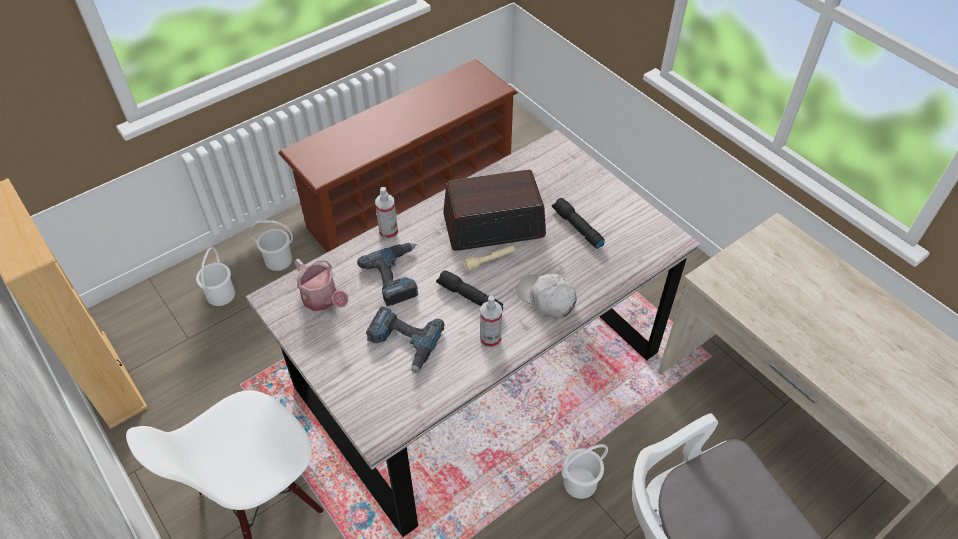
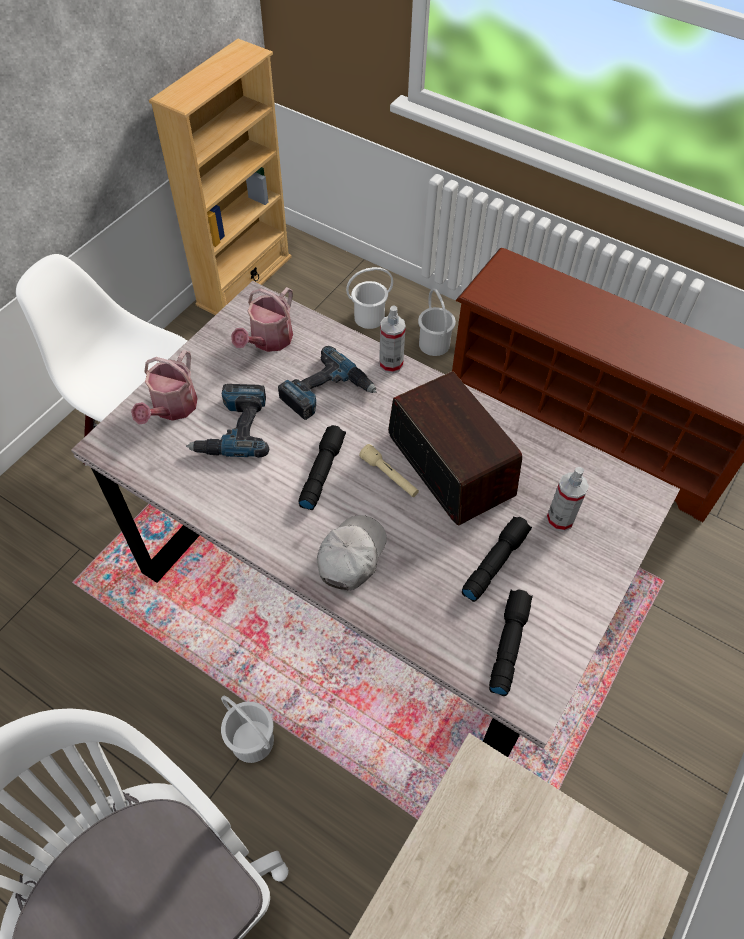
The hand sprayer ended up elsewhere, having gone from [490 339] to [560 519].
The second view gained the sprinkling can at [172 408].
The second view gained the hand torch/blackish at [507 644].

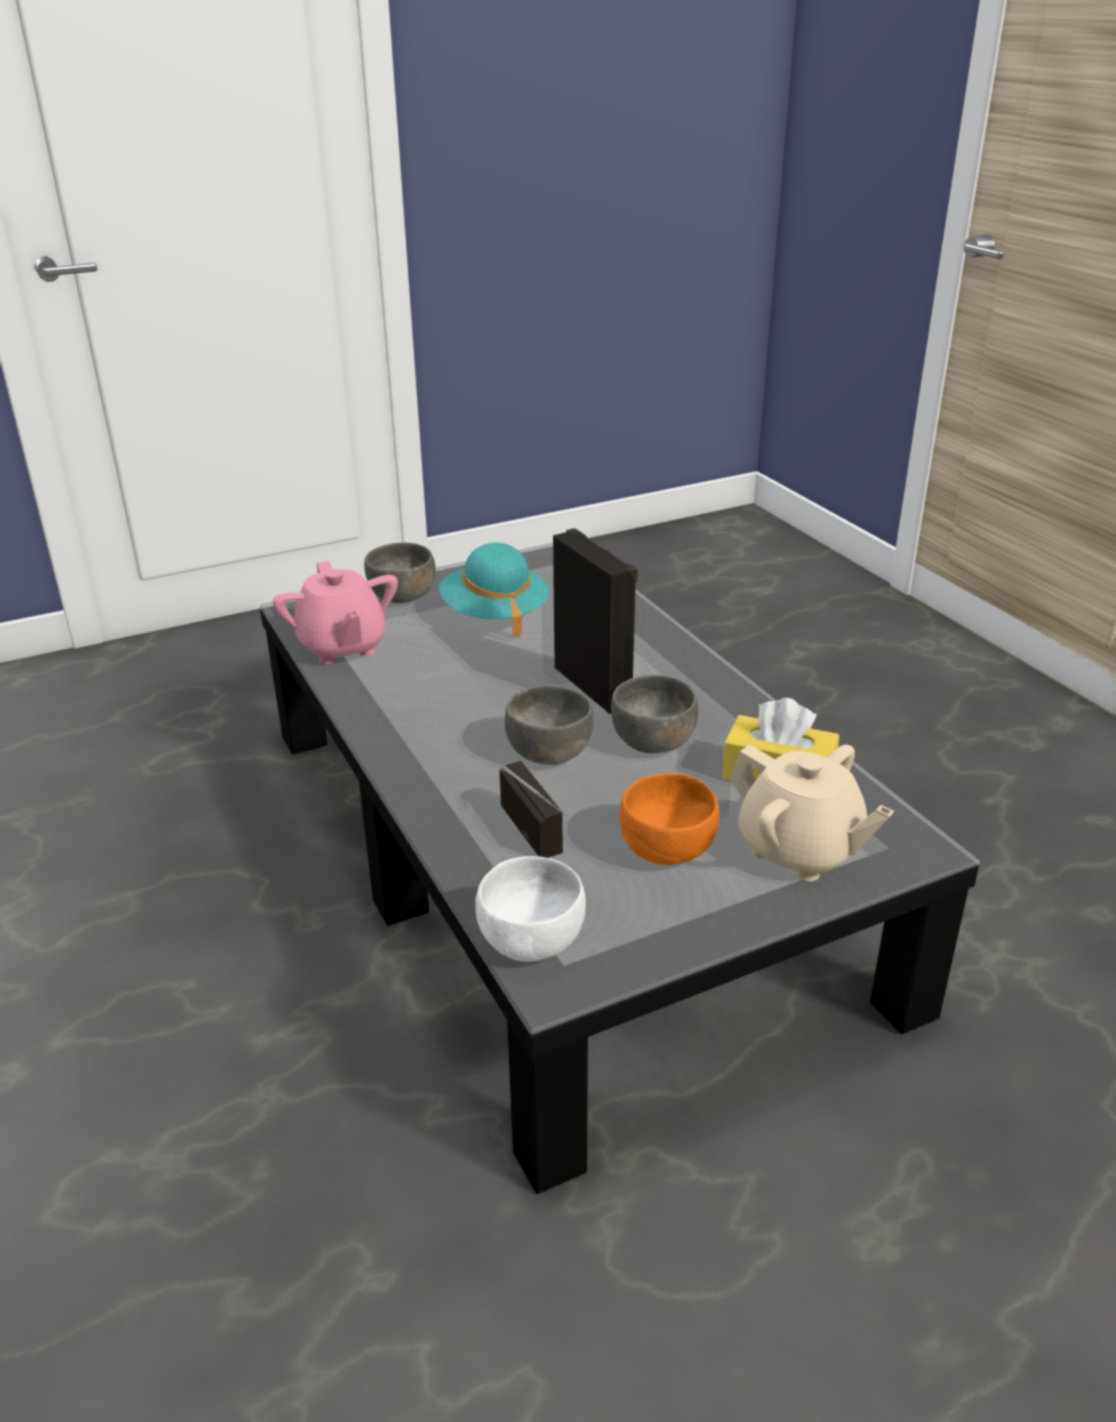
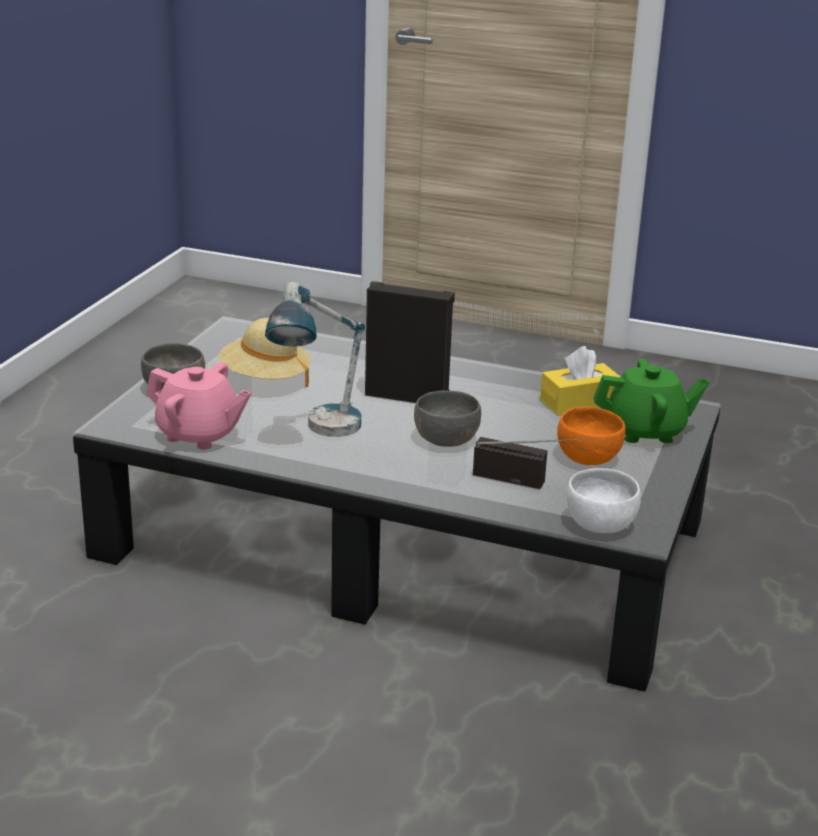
What was the wearable hat/blue-green at [494 614] turned into the wearable hat/sand-coloured at [265 379].
The second view lost the bowl/greyish at [653 741].
What was the pot for tea/sand-coloured at [800 851] turned into the pot for tea/green-coloured at [646 431].
The second view gained the table lamp at [319 433].

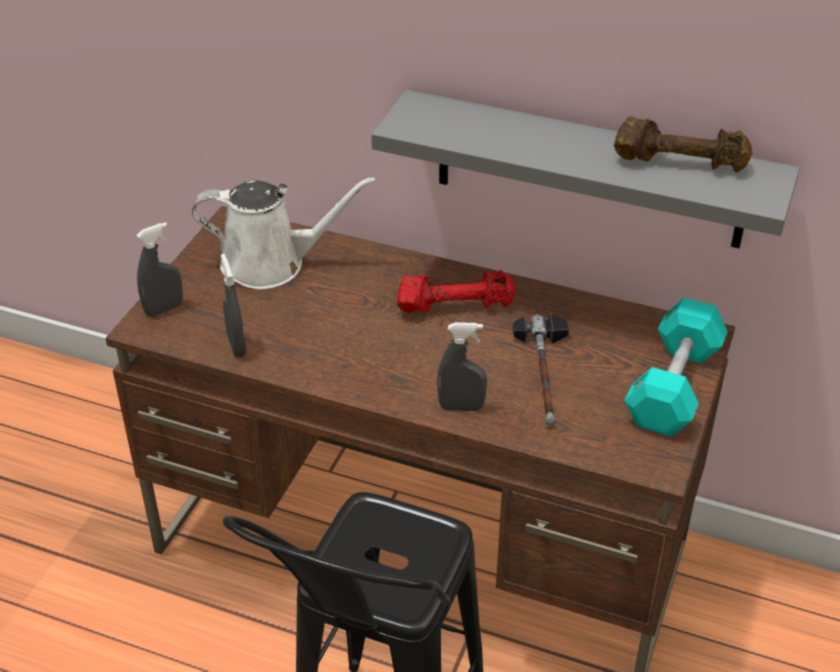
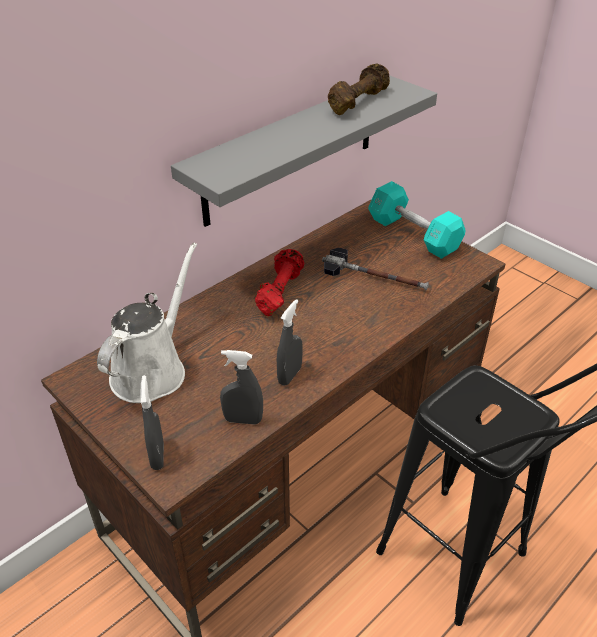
The hand sprayer/greyish ended up elsewhere, having gone from [461 407] to [289 375].

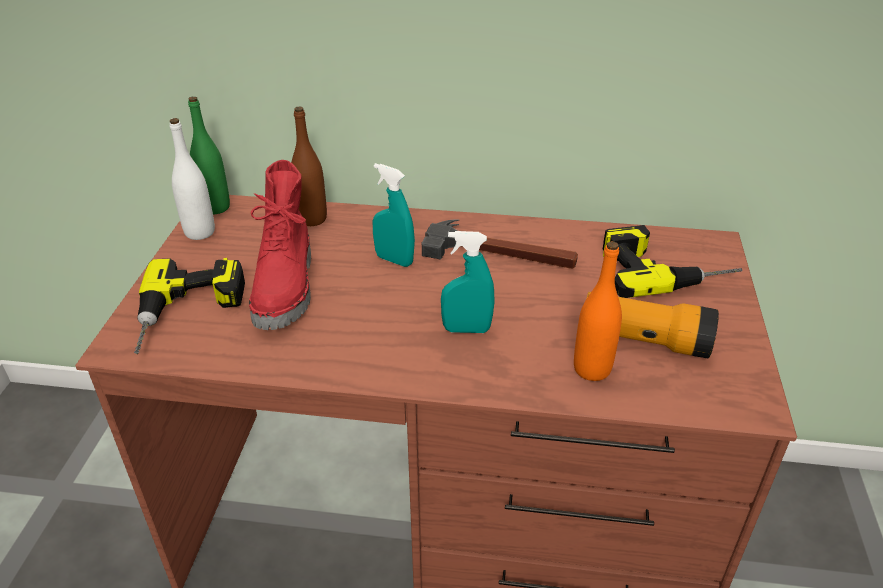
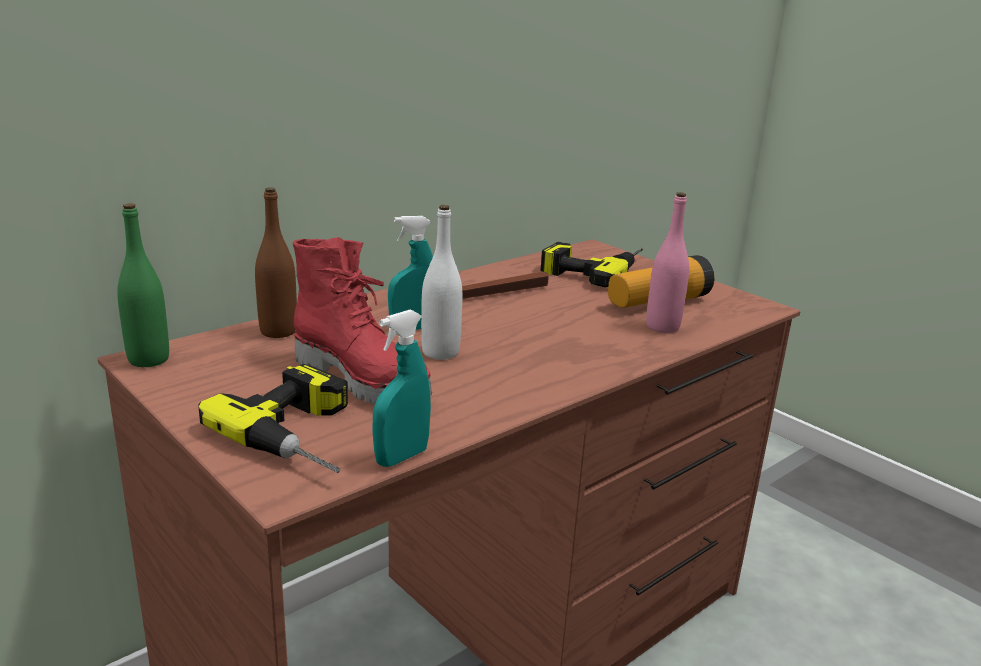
The drink bottle/white-coloured ended up elsewhere, having gone from [200 232] to [440 352].
The hand sprayer/blue-green ended up elsewhere, having gone from [466 329] to [401 457].
What was the drink bottle/orangey at [592 369] turned into the drink bottle/pinkish at [662 327].

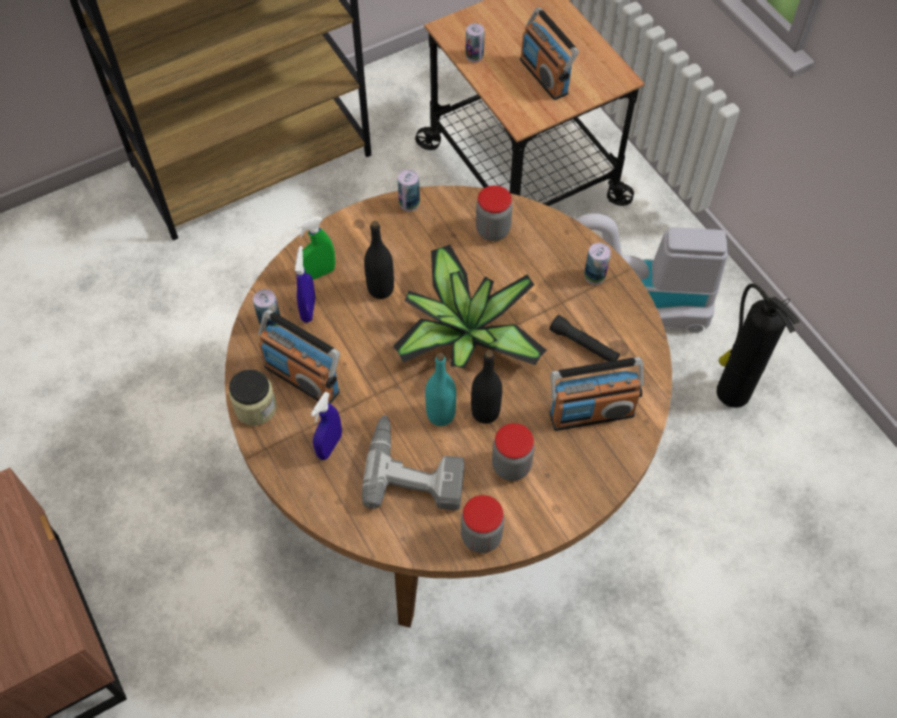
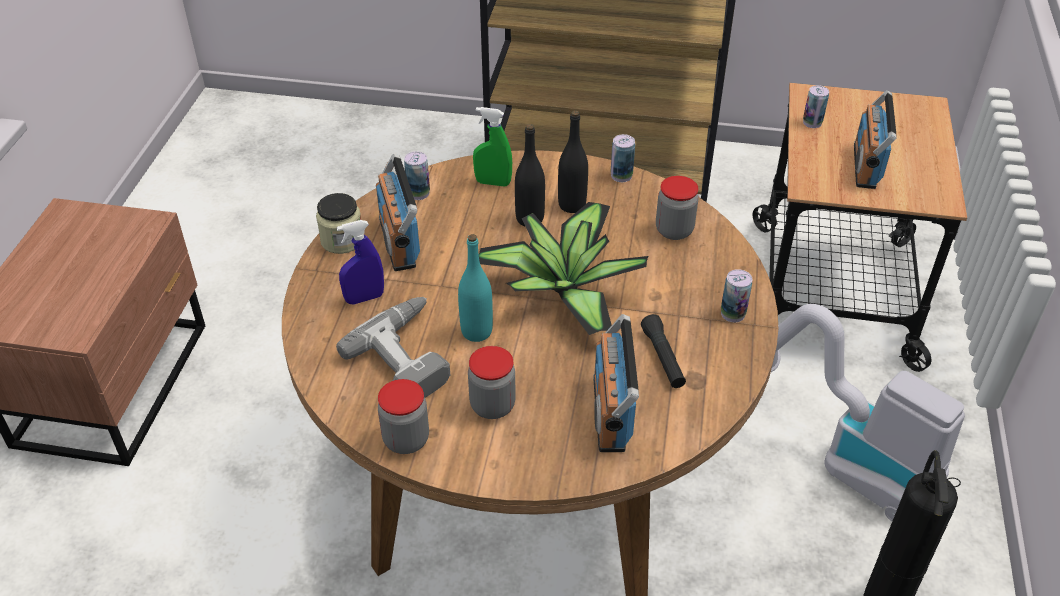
The second view lost the hand sprayer/blue at [308 309].
The drink bottle/blackish ended up elsewhere, having gone from [485 412] to [572 205].
The radio set at [591 413] ended up facing another way, 60 degrees clockwise from before.

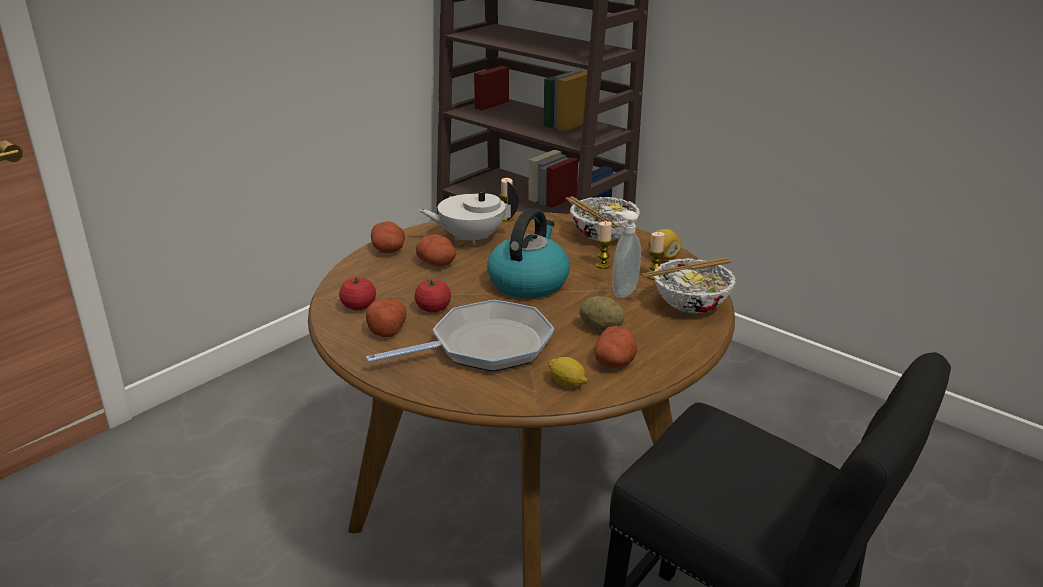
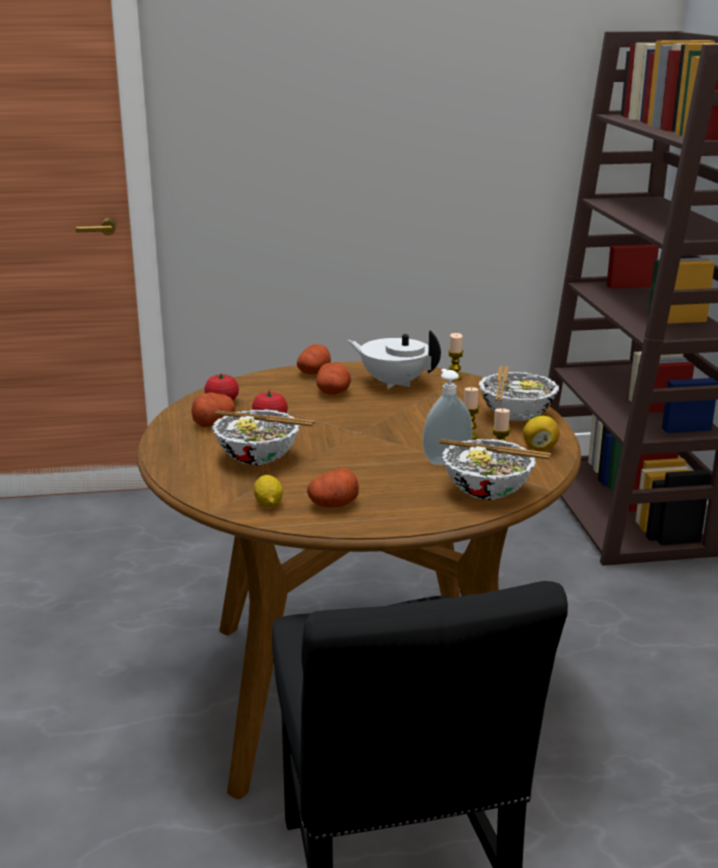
Where the skillet stood at [485 346], the bowl came to stand at [258 457].
The second view lost the water kettle at [528 282].
The second view lost the potato at [601 328].

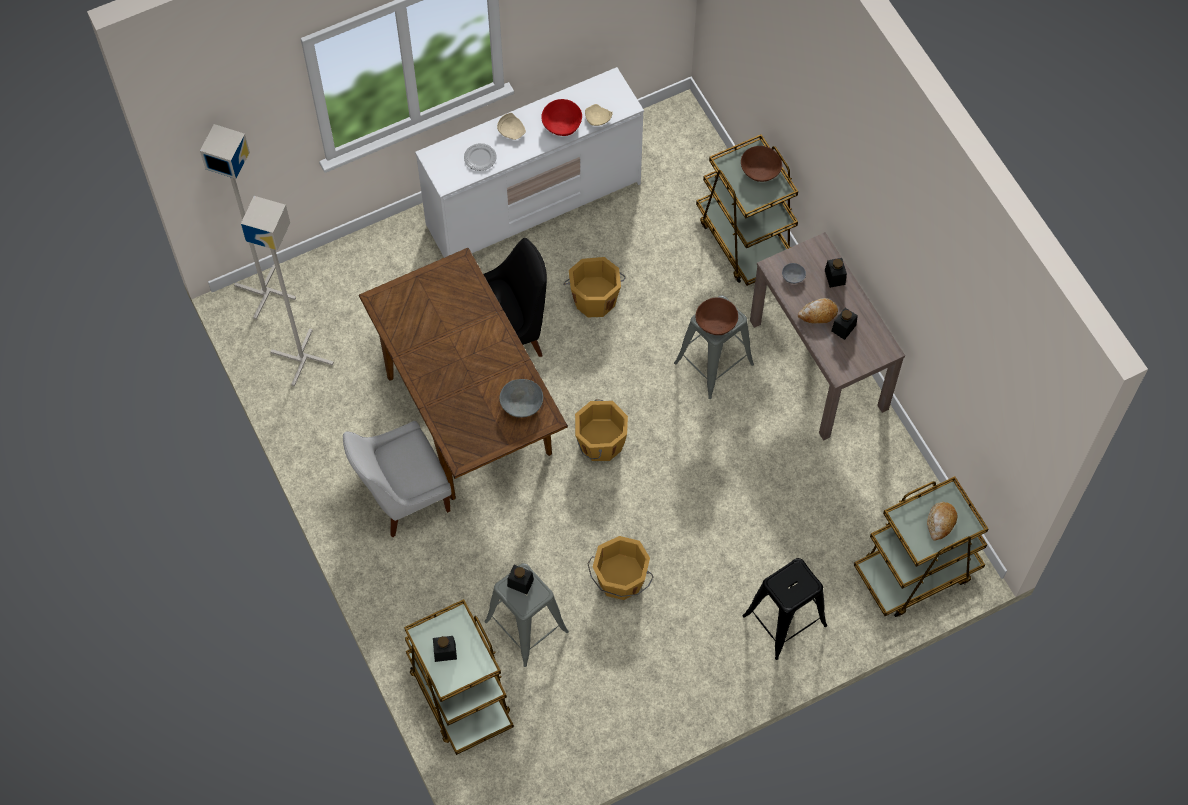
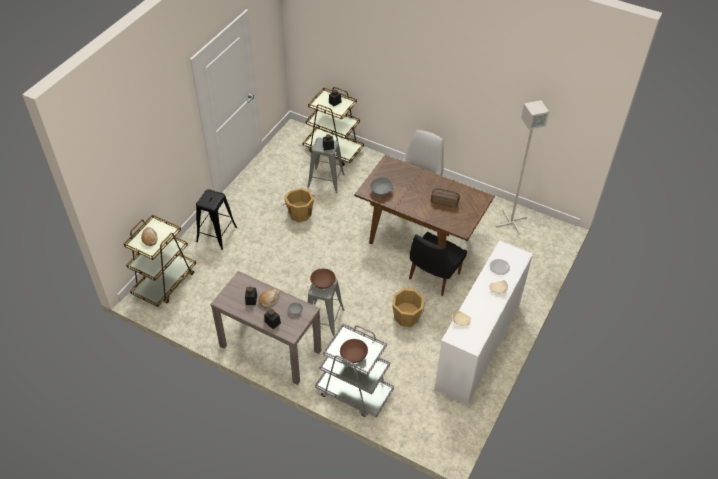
The second view lost the standard lamp/greyish at [265 291].
The second view lost the bowl/red-coloured at [561 124].
The second view lost the bucket/orangey at [600 443].
What was the trolley/brownish at [745 240] turned into the trolley/greyish at [354 392].
The second view gained the bakery bread at [444 201].

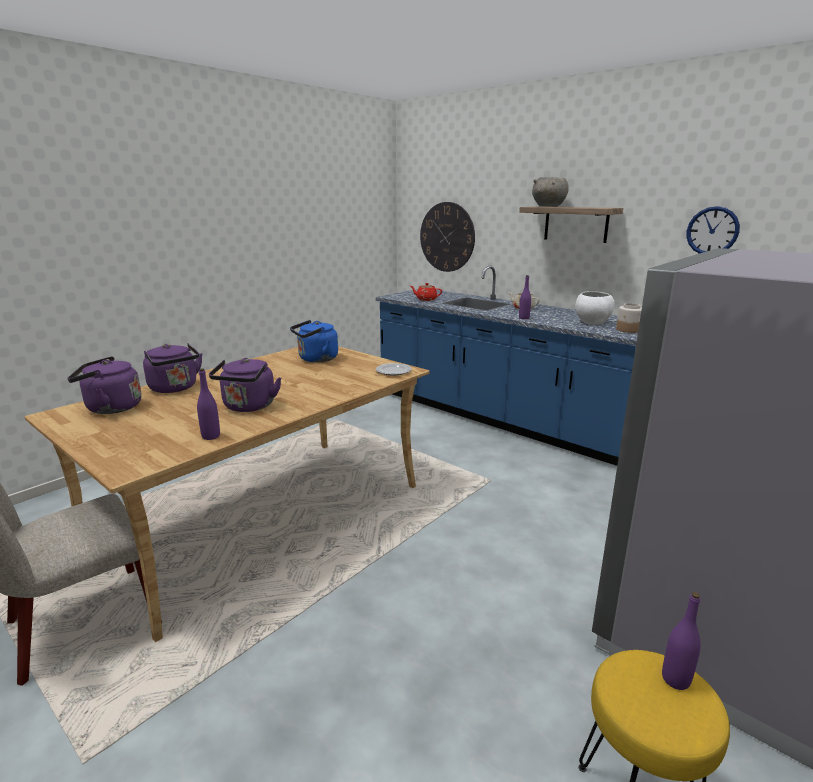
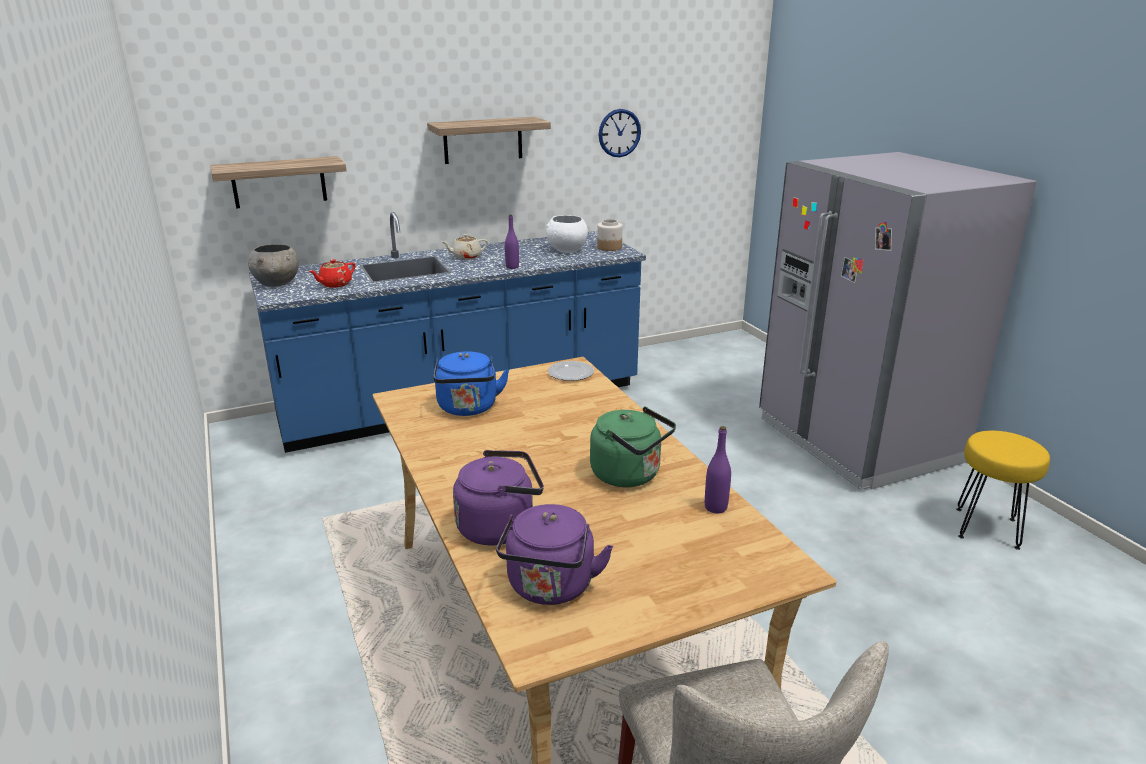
What was the water kettle/purplish at [248 407] turned into the water kettle/green-coloured at [629 475].
Where the hanging clock hung at [447 237], the bracket shelf came to hang at [279 182].
The bowl/greyish ended up elsewhere, having gone from [548 206] to [277 284].
The second view lost the drink bottle/purplish at [675 679].

